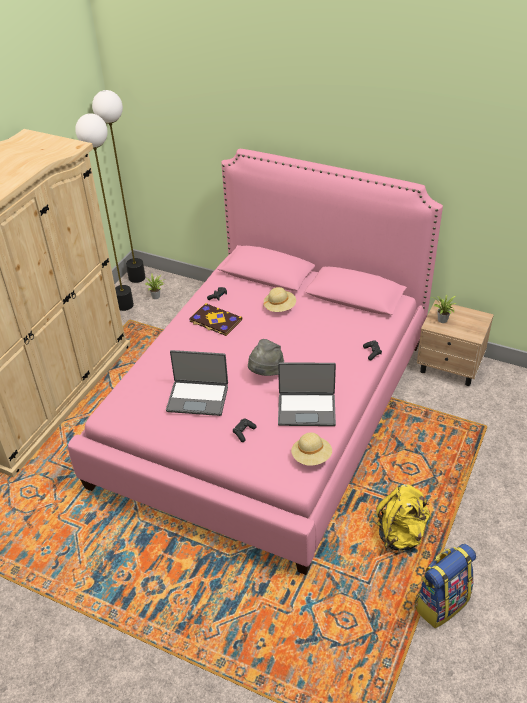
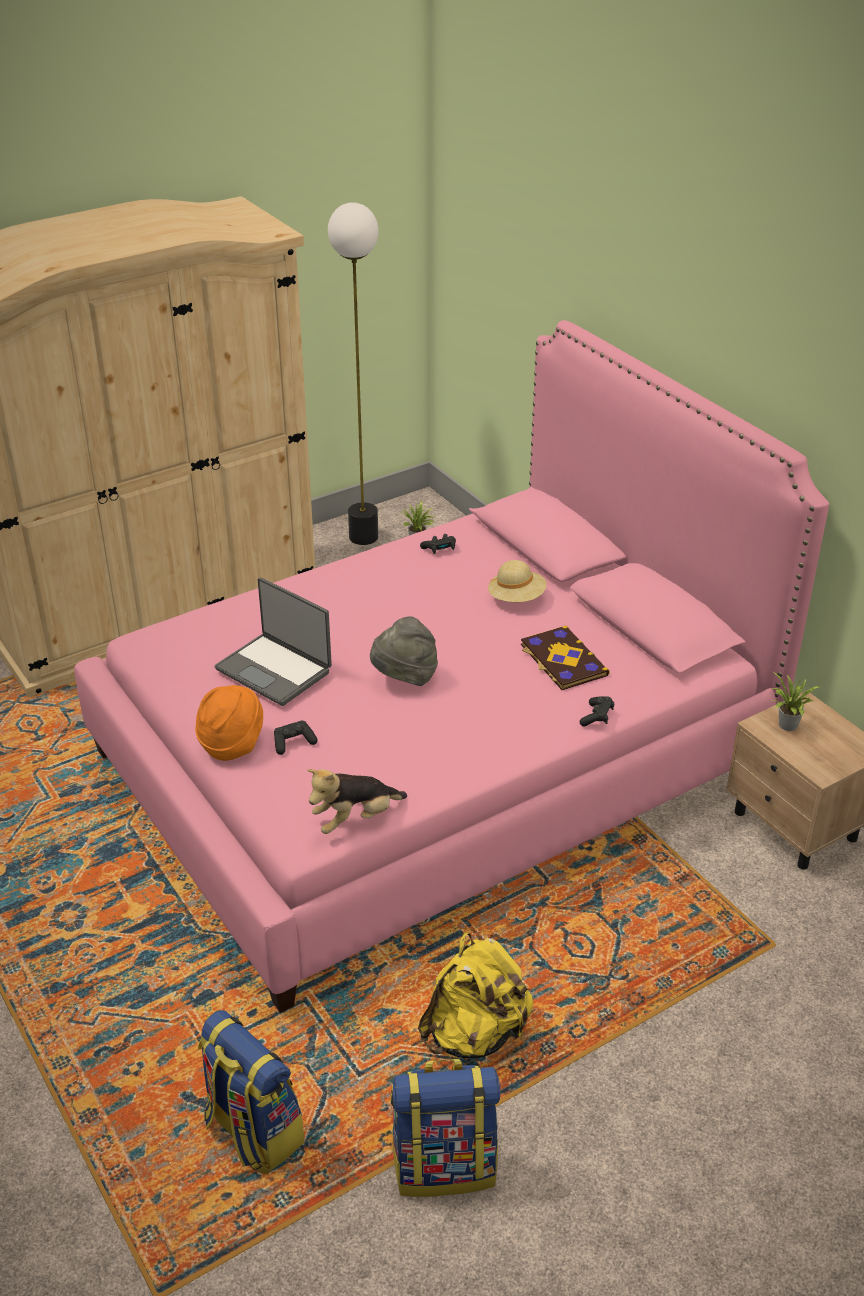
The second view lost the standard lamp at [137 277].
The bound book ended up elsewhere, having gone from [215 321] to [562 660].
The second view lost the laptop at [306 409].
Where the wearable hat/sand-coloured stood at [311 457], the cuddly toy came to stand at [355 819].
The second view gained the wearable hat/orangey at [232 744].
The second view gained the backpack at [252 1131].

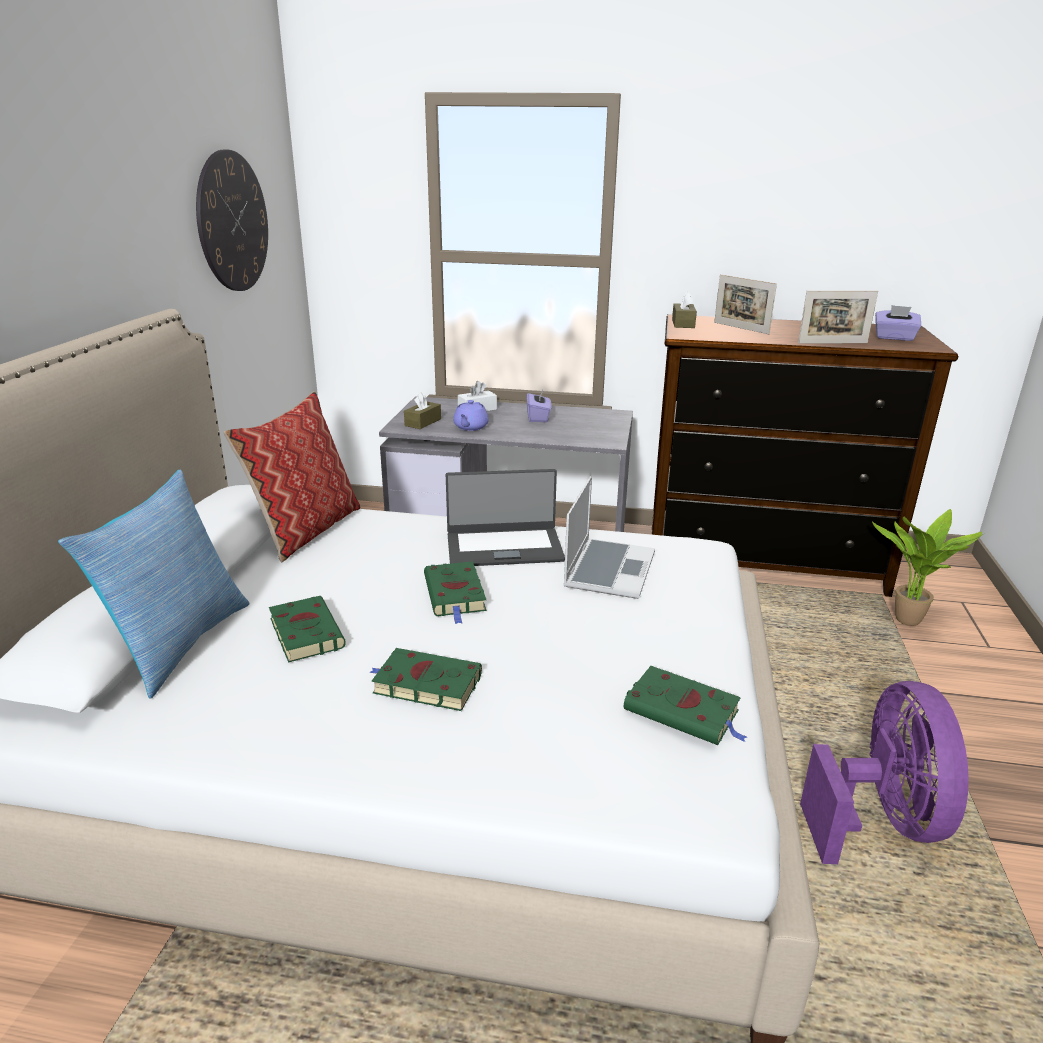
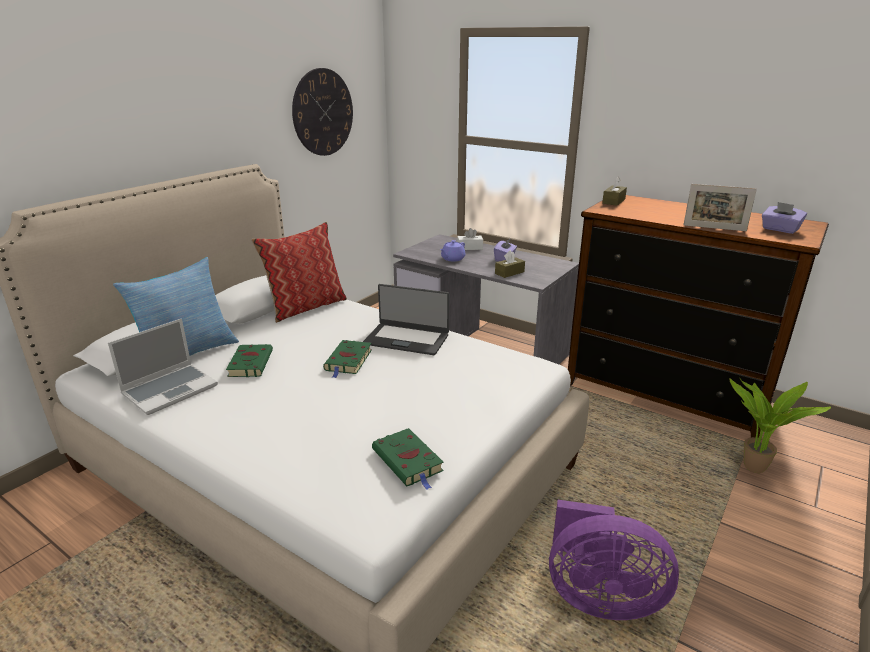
The second view lost the bound book/green-coloured at [424 684].
The tissue box/brownish ended up elsewhere, having gone from [423 422] to [509 273].
The laptop ended up elsewhere, having gone from [608 569] to [170 389].
The second view lost the standing frame at [741 328].
The electric fan/purplish at [880 820] ended up facing another way, 75 degrees clockwise from before.

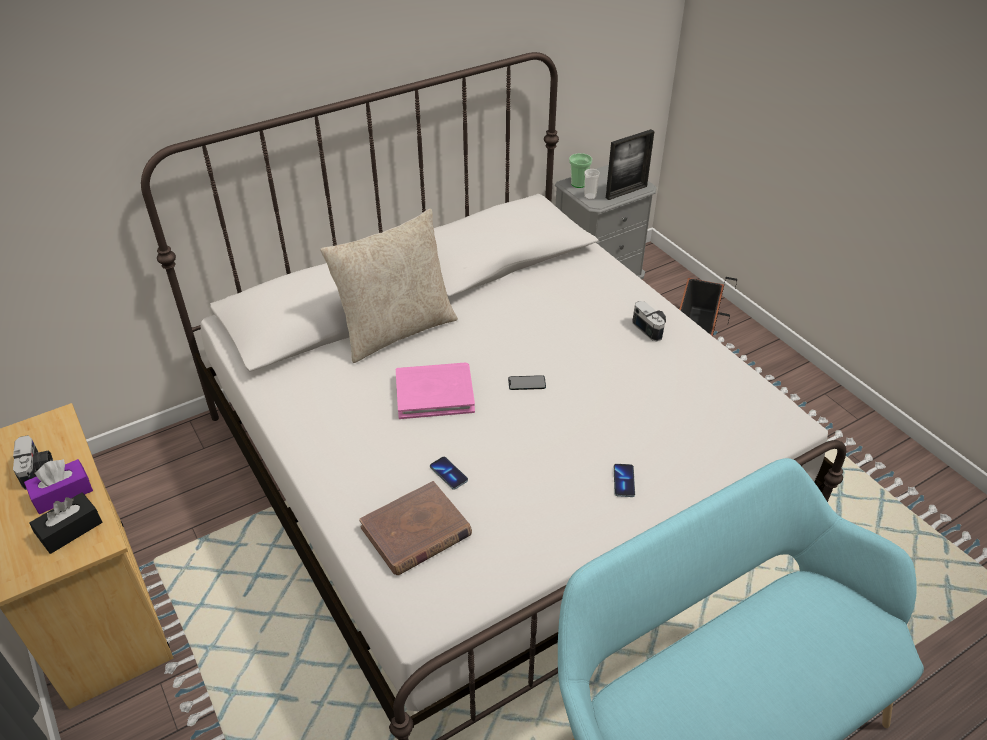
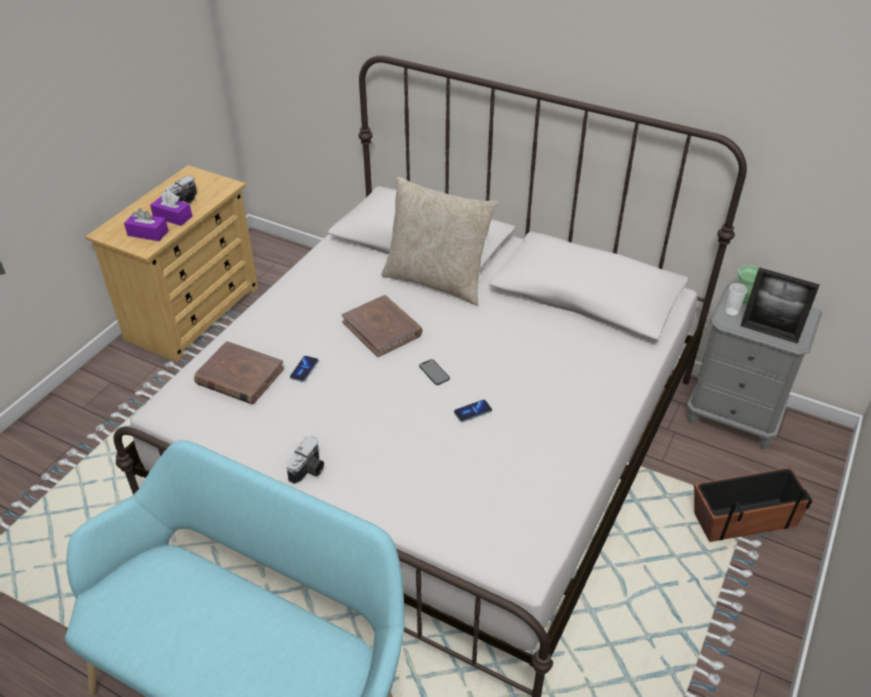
What was the tissue box/blackish at [70 530] turned into the tissue box/purplish at [148 233].
What was the bound book/pinkish at [434 393] turned into the bound book/brownish at [382 328].
The phone ended up elsewhere, having gone from [624 481] to [473 412].
The photo camera ended up elsewhere, having gone from [651 328] to [309 470].

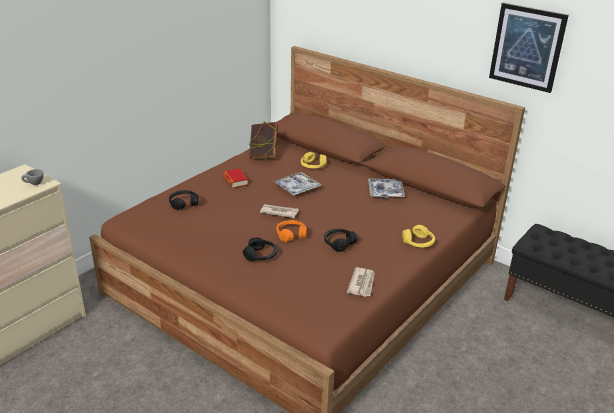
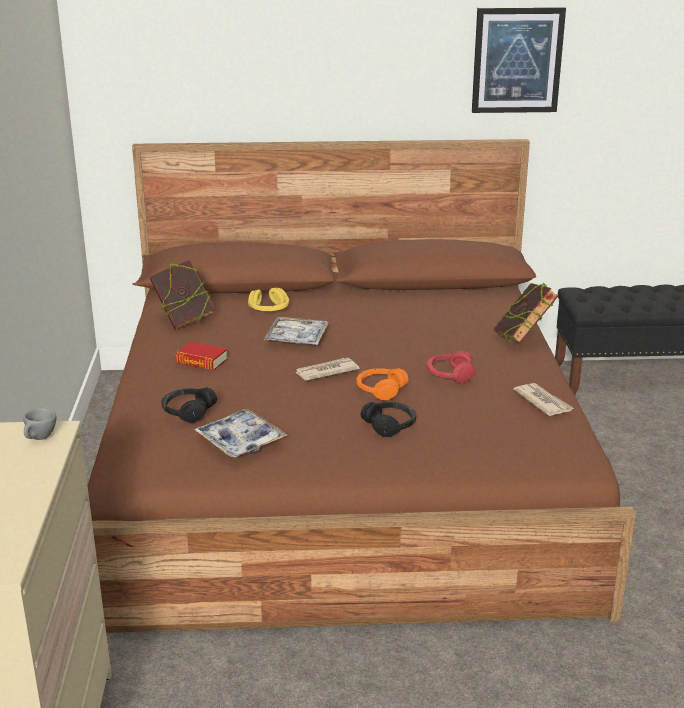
What was the headphones/blackish at [339 243] turned into the headphones/red-coloured at [449 375].
The tray ended up elsewhere, having gone from [385 192] to [240 441].
Where the headphones/yellow stood at [418 243], the bound book came to stand at [523 340].

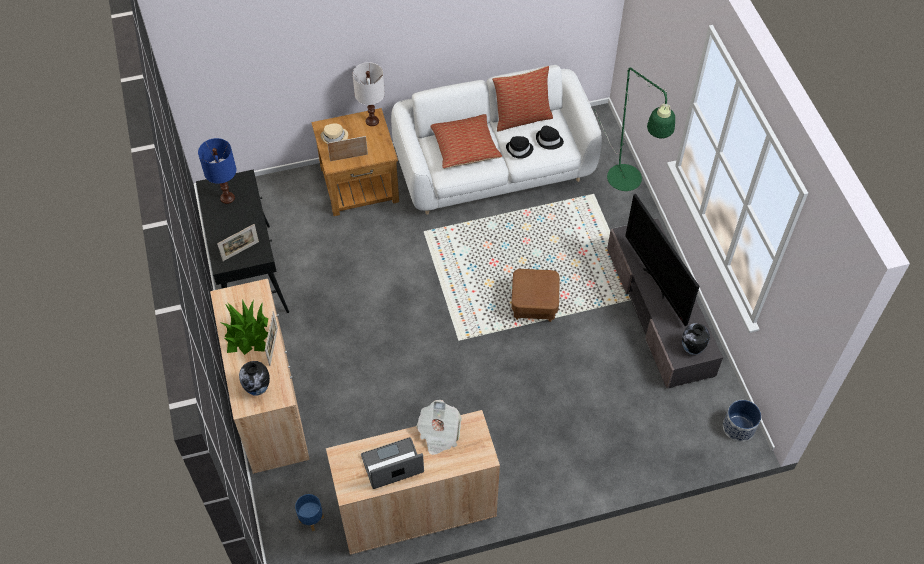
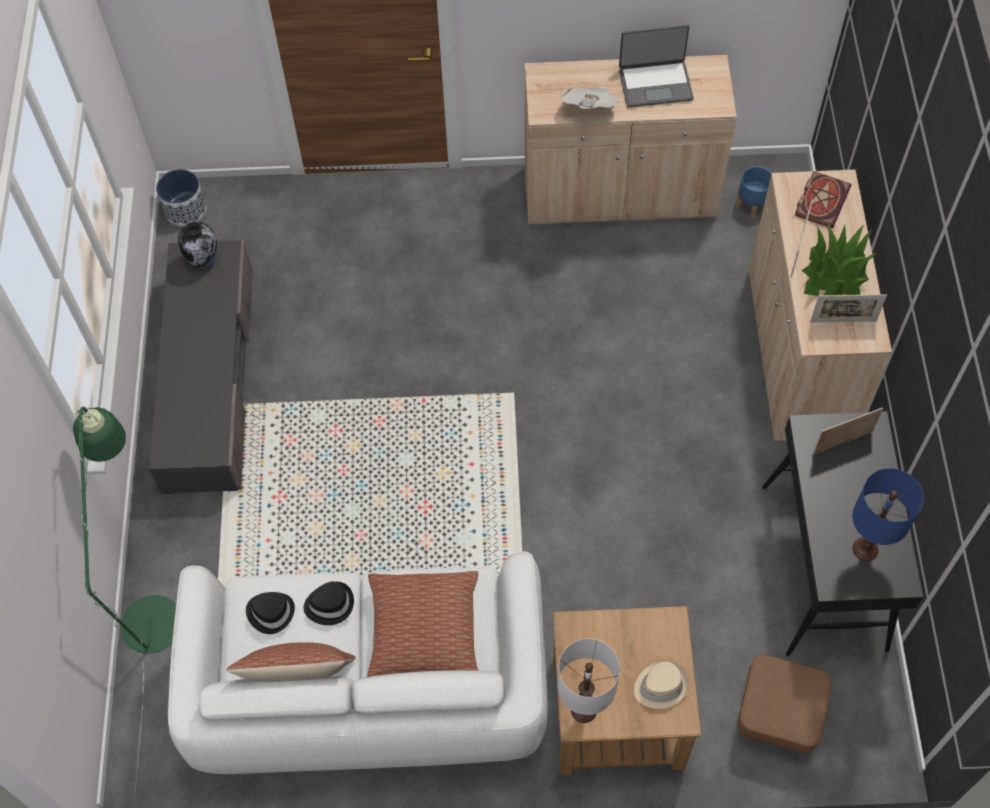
Where the flower vase stood at [258 389], the bound book came to stand at [821 200].
The standing frame ended up elsewhere, having gone from [349 157] to [843 321].
The pouffe/brownish ended up elsewhere, having gone from [534 305] to [777 715].
The second view lost the TV at [656 282].

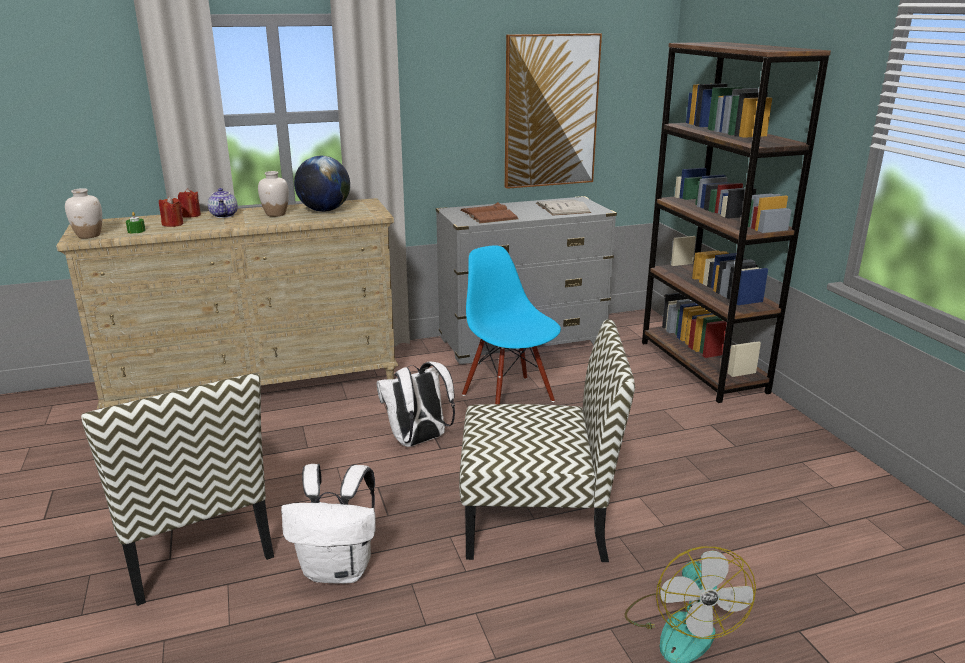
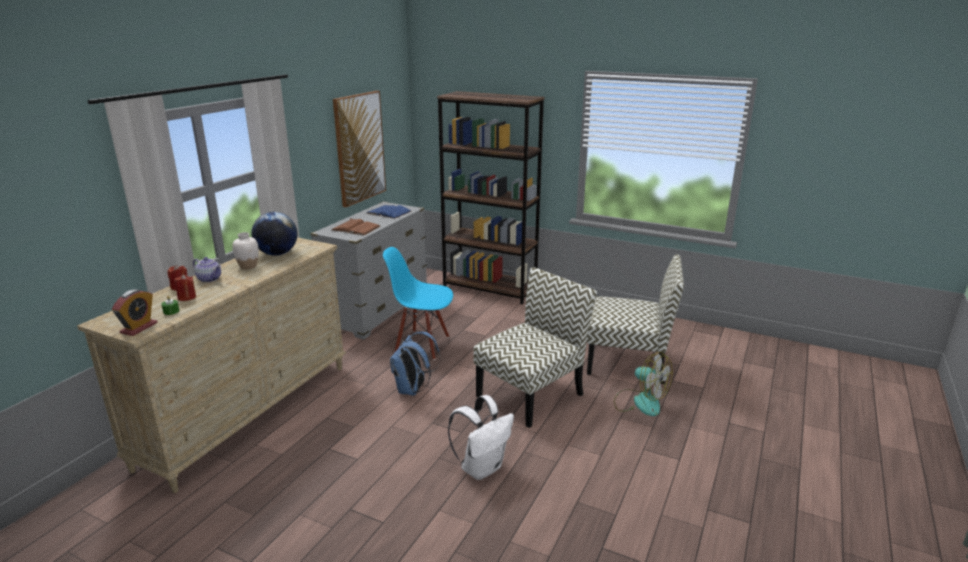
Where the flower vase/white-coloured stood at [89 235], the alarm clock came to stand at [139 328].
The chair ended up elsewhere, having gone from [193 541] to [628 362].
What was the backpack/white-coloured at [418 441] turned into the backpack/blue at [413 390].
What was the bound book/white-coloured at [562 208] turned into the bound book/blue at [388 212].

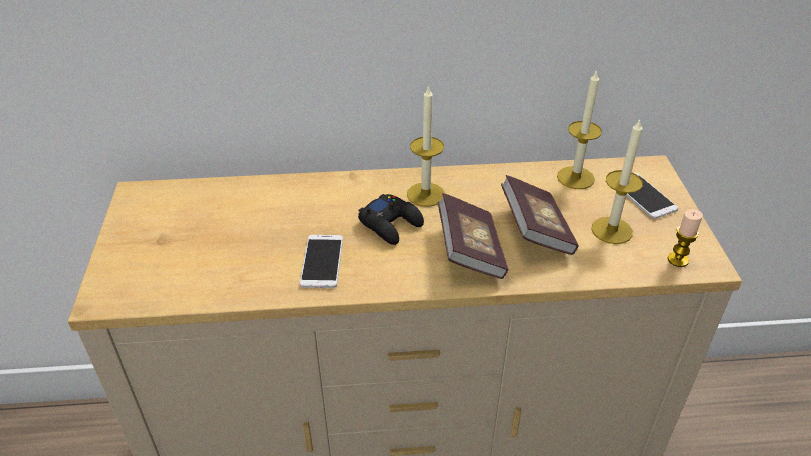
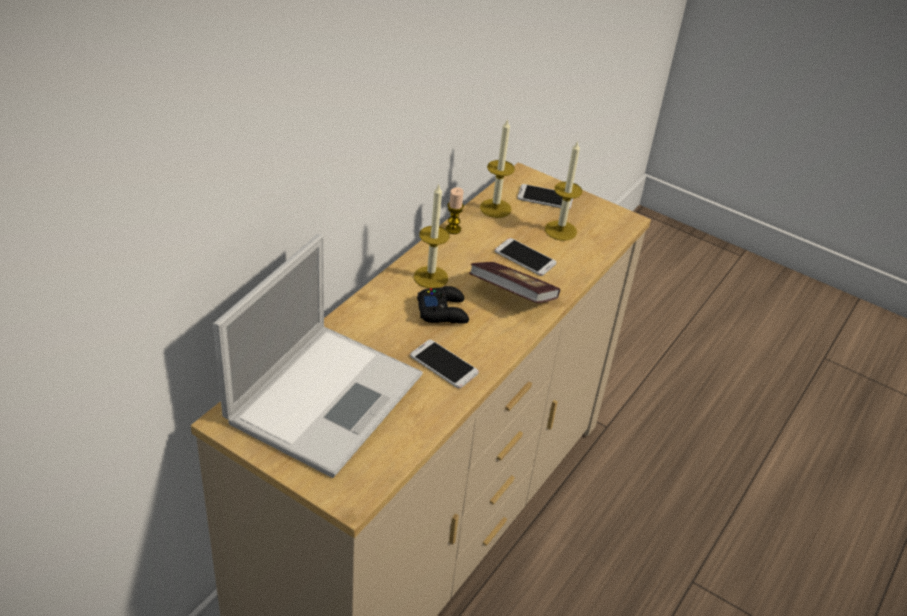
Where the bound book stood at [535 230], the phone came to stand at [525 257].
The wax candle ended up elsewhere, having gone from [678 260] to [453 229].
The second view gained the laptop at [327 395].

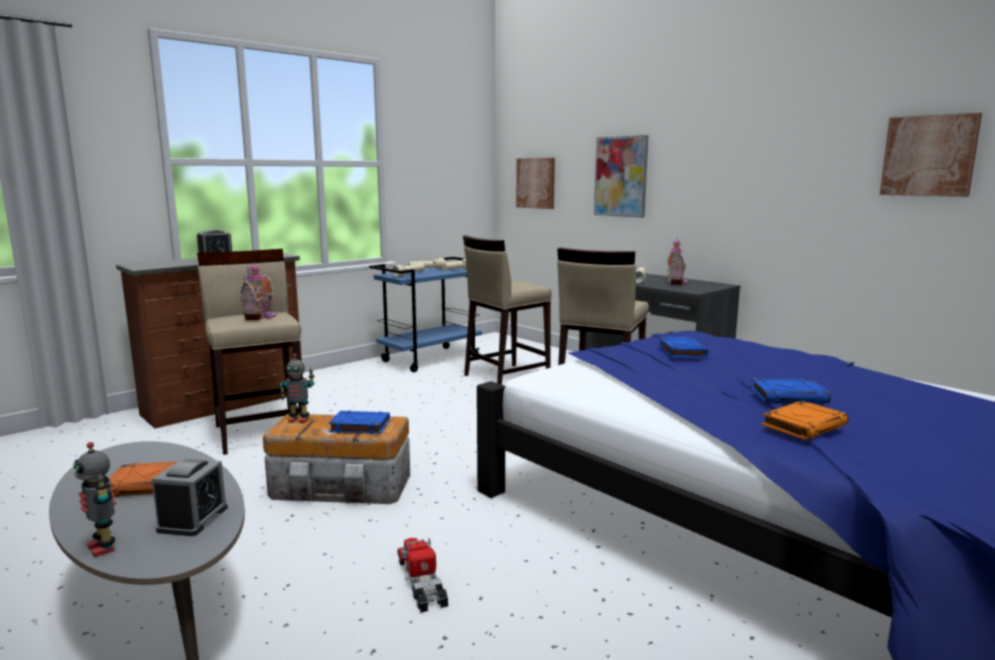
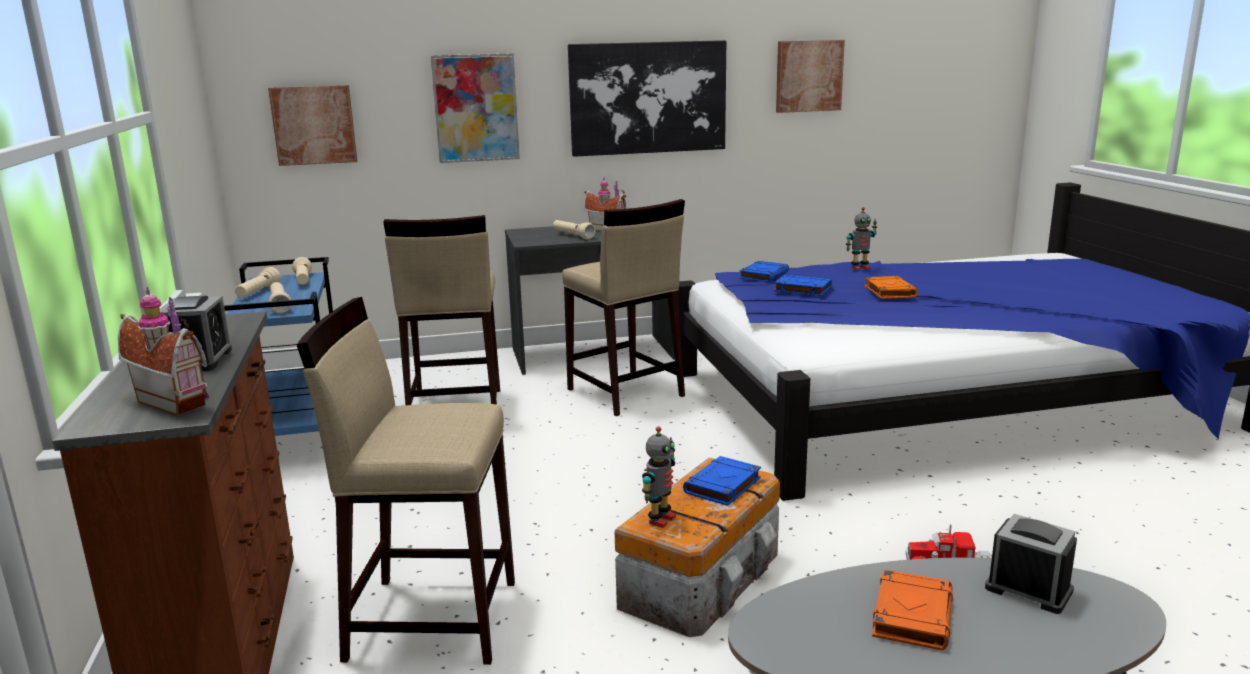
The toy robot ended up elsewhere, having gone from [104 547] to [859 268].
The miniature house ended up elsewhere, having gone from [262 316] to [177 401].
The bound book/blue ended up elsewhere, having gone from [789 396] to [764 275].
The bound book/orangey ended up elsewhere, having gone from [804 425] to [889 291].
The second view gained the wall picture at [648 98].

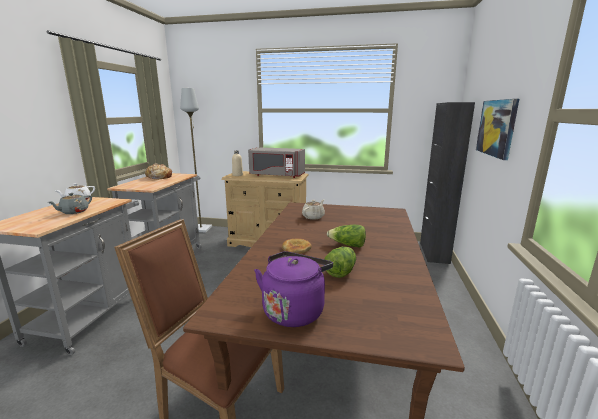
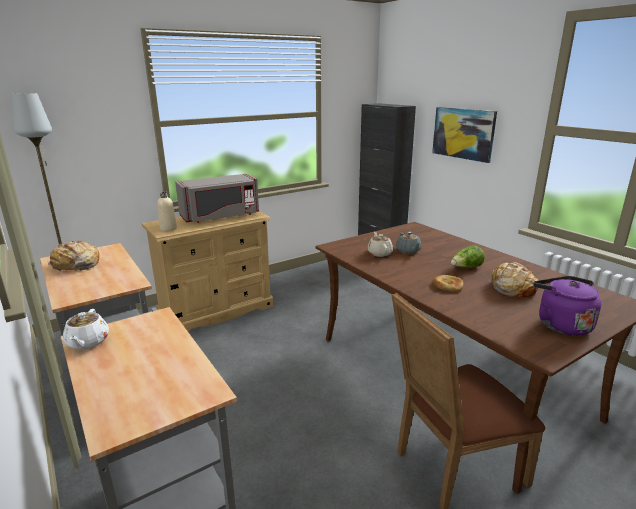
The pot for tea/greyish ended up elsewhere, having gone from [74 212] to [408 251].
Where the lettuce stood at [340 271], the bakery bread came to stand at [512 288].

